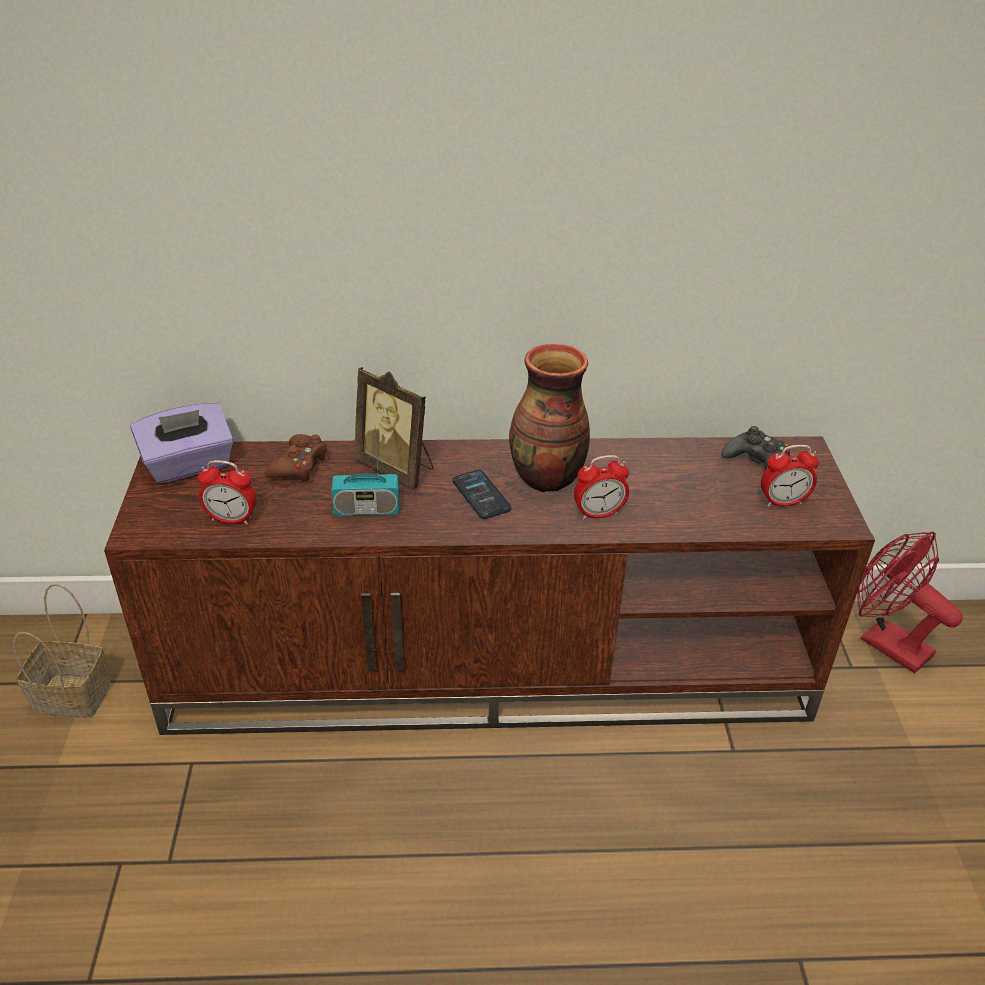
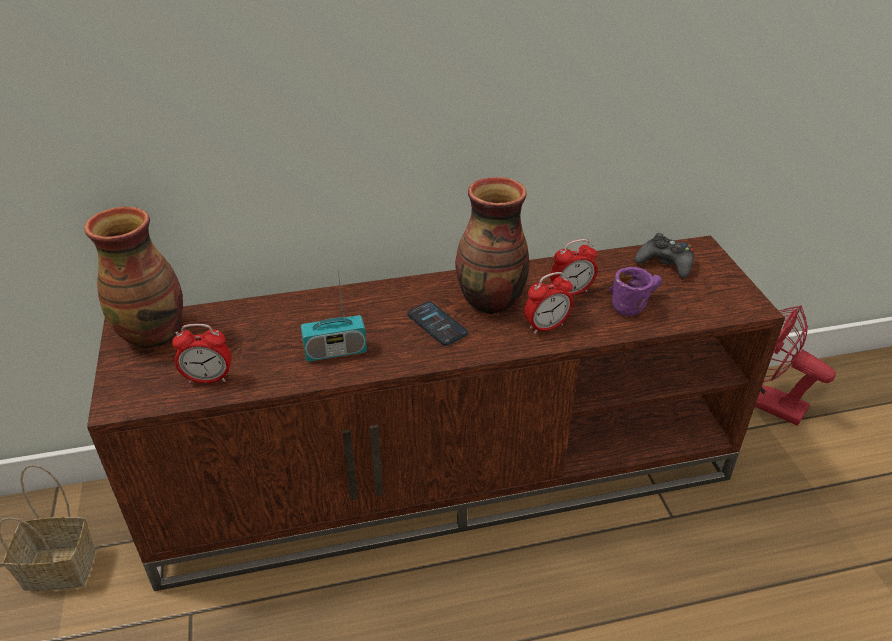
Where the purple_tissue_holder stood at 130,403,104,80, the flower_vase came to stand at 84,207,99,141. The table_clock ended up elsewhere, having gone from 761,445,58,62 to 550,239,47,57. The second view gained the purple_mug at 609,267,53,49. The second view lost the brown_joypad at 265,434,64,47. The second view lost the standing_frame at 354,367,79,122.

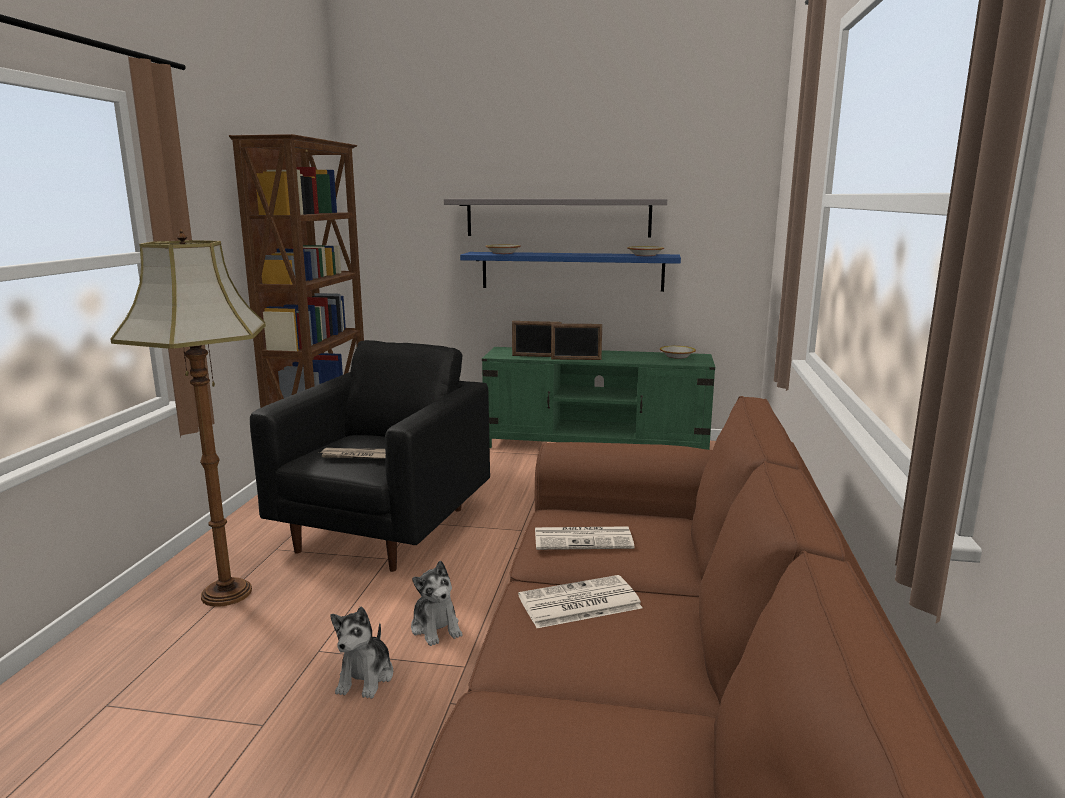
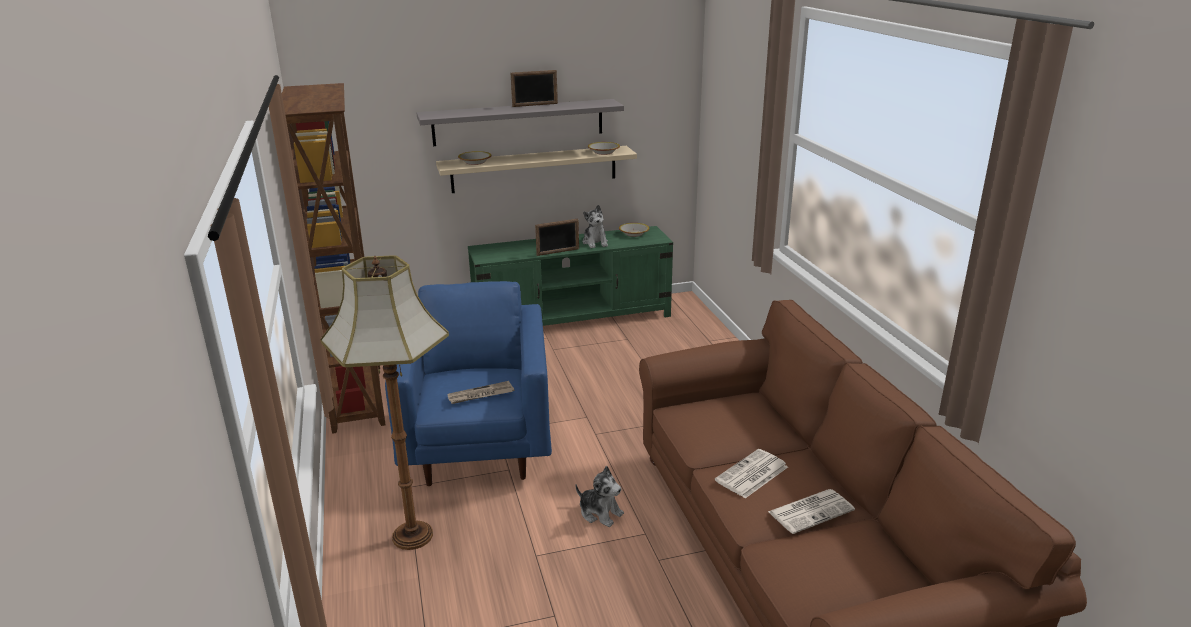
What was the black_armchair at 250,340,240,232 turned into the bluish_armchair at 385,281,167,205. What was the bluish_wall_shelf at 460,252,221,40 turned into the beige_wall_shelf at 436,146,201,47. The standing_frame ended up elsewhere, having gone from 512,321,50,36 to 511,70,47,37. The soft_toy ended up elsewhere, having gone from 331,607,62,92 to 582,205,26,43. The newspaper ended up elsewhere, having gone from 535,526,99,24 to 768,489,87,45.

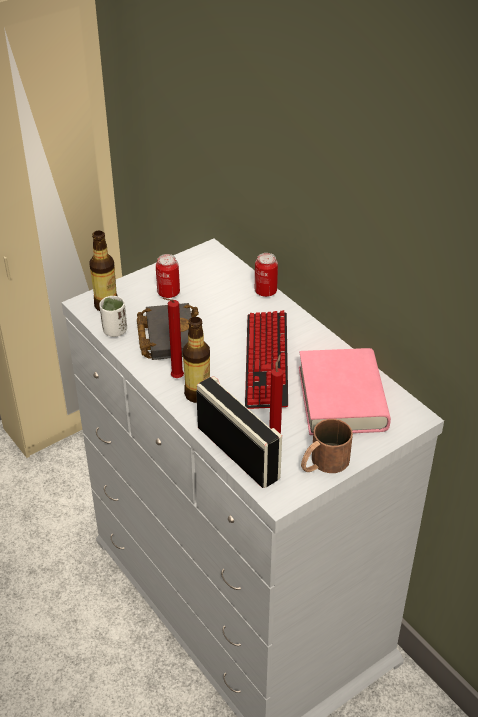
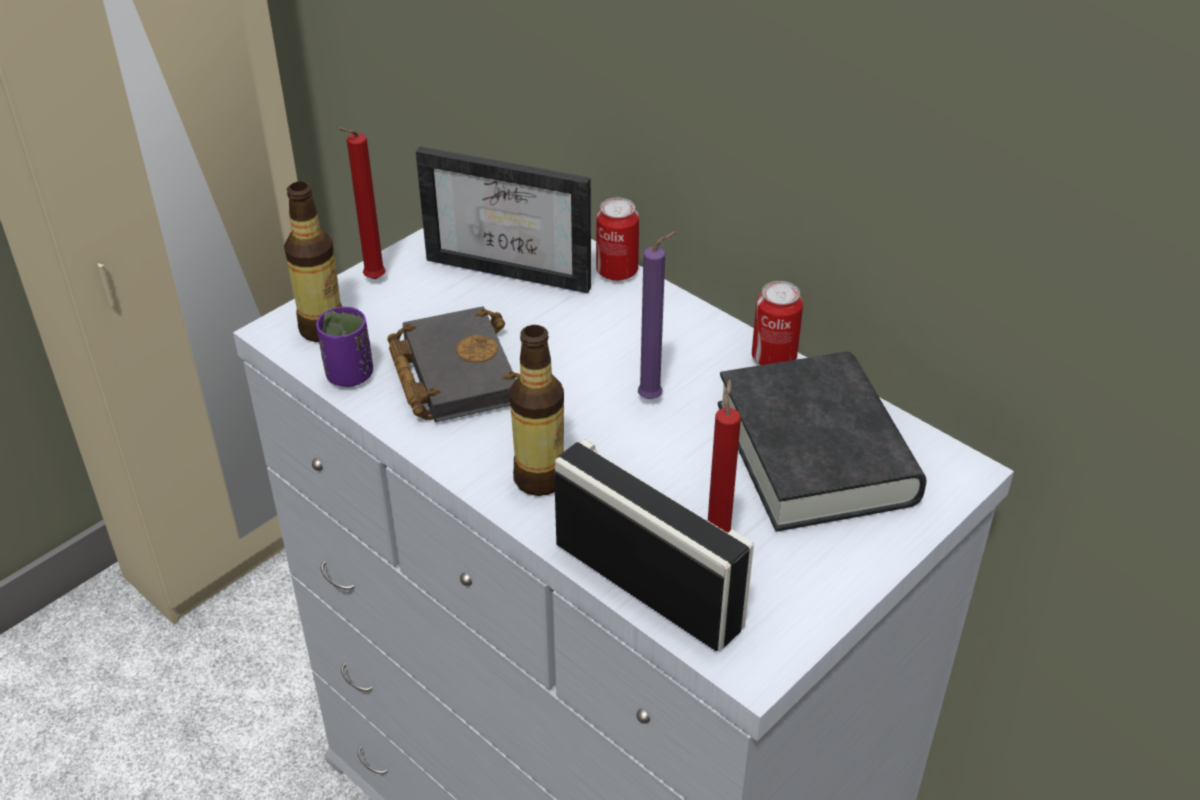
What was the whitish_cup at 99,296,28,41 turned into the purple_cup at 316,306,57,81. The red-coloured_wax_light ended up elsewhere, having gone from 162,298,22,80 to 337,127,49,152. The second view gained the standing_frame at 416,146,175,147. Where the keyboard stood at 245,310,43,99, the purple_wax_light came to stand at 638,231,40,168. What was the pinkish_book at 299,348,92,87 turned into the black_book at 718,352,208,180. The can ended up elsewhere, having gone from 156,254,24,44 to 752,281,51,84. The second view lost the brown_mug at 301,419,52,54.

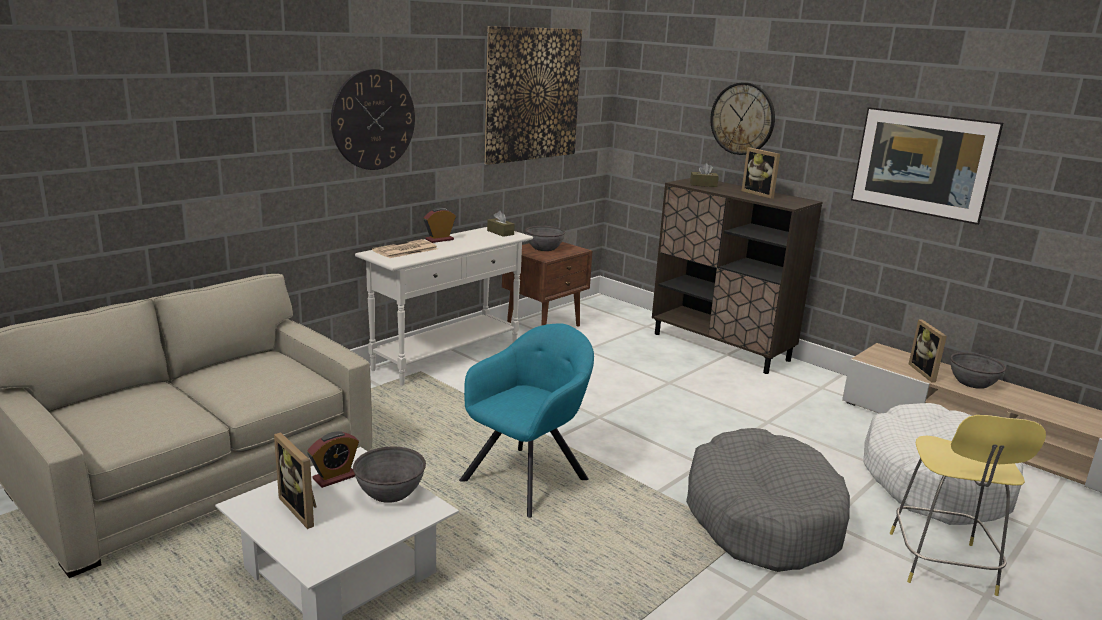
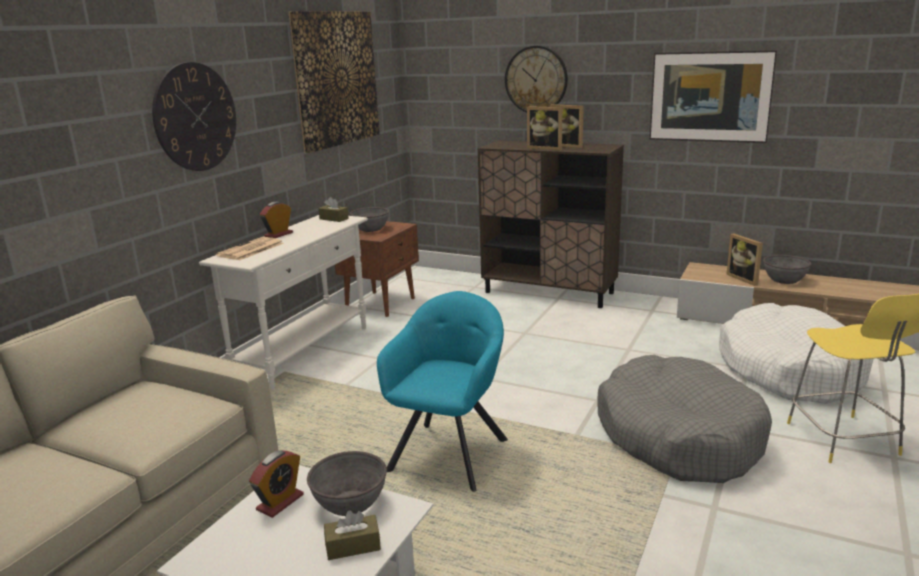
The brown_tissue_holder ended up elsewhere, having gone from 690,163,29,24 to 324,510,57,50. The standing_frame ended up elsewhere, having gone from 274,432,42,97 to 527,106,36,44.

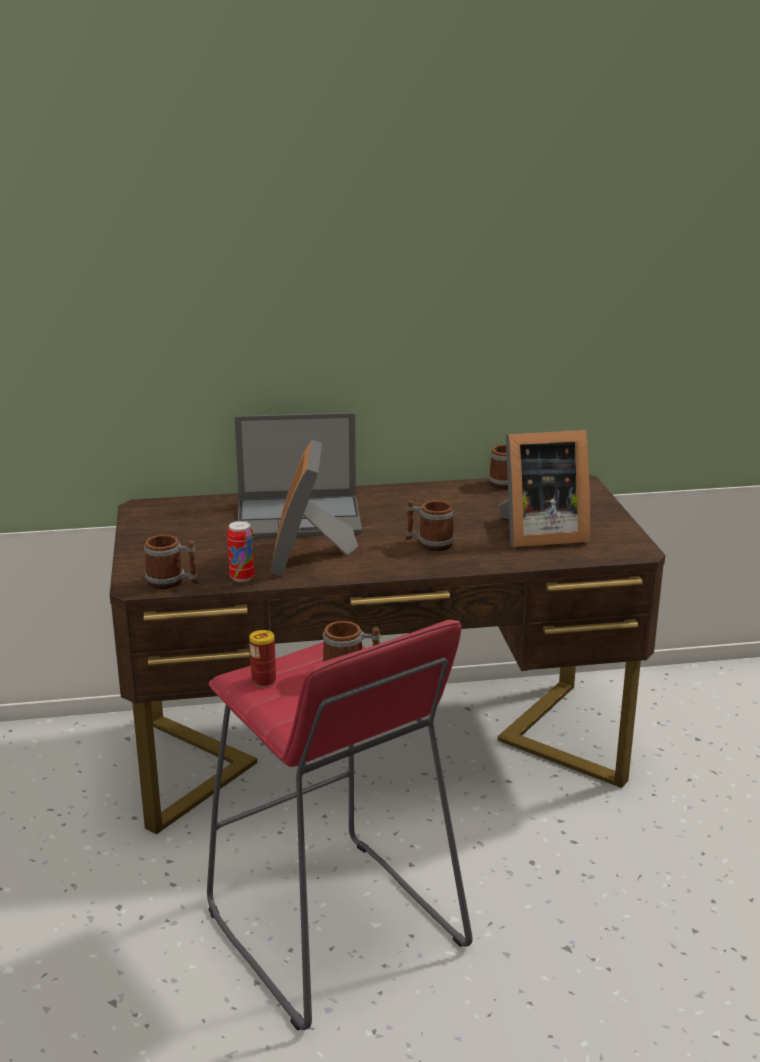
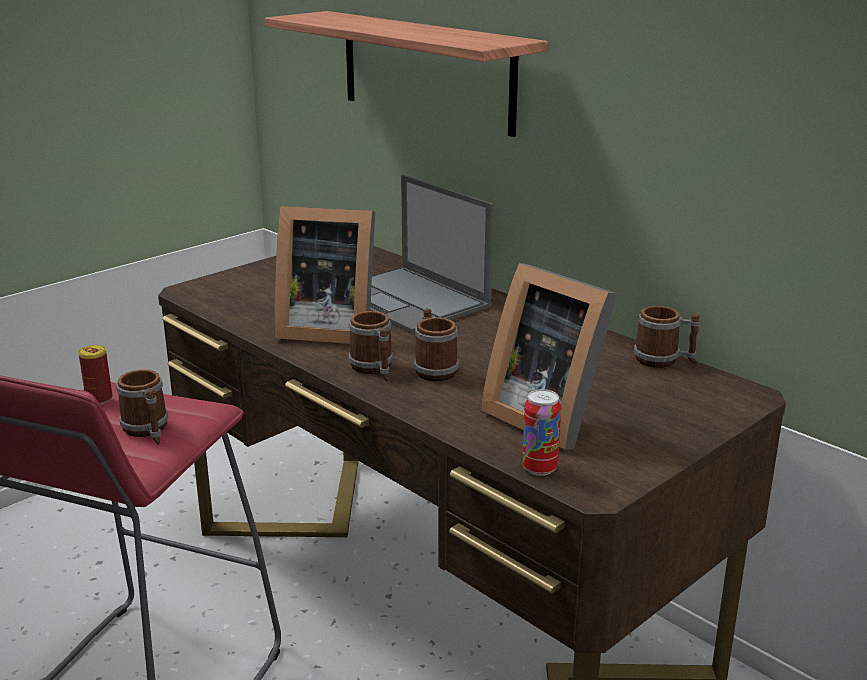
The second view gained the wall_shelf at 265,11,282,126. The standing_frame at 271,440,87,136 ended up facing another way, 135 degrees counterclockwise from before. The mug ended up elsewhere, having gone from 144,535,55,54 to 348,311,45,70. The can ended up elsewhere, having gone from 227,521,28,61 to 522,389,39,87.

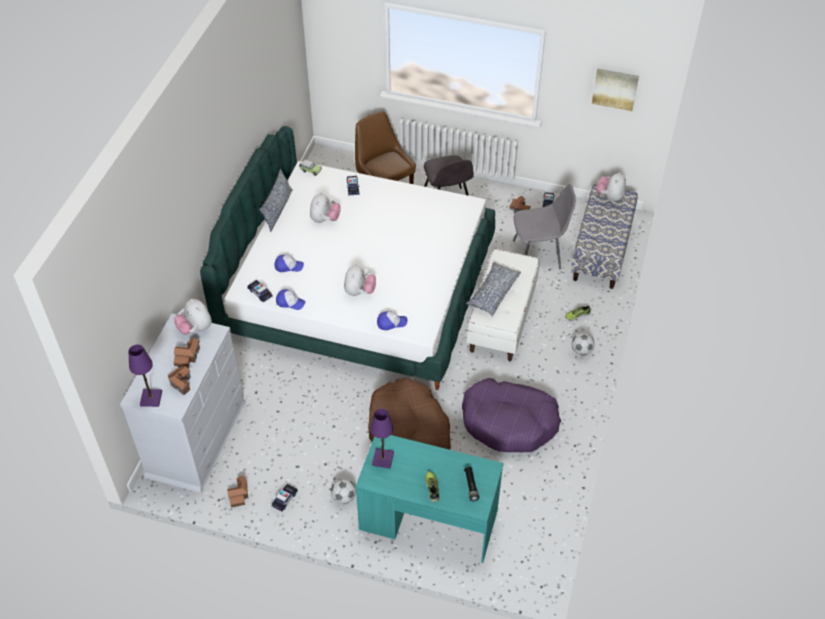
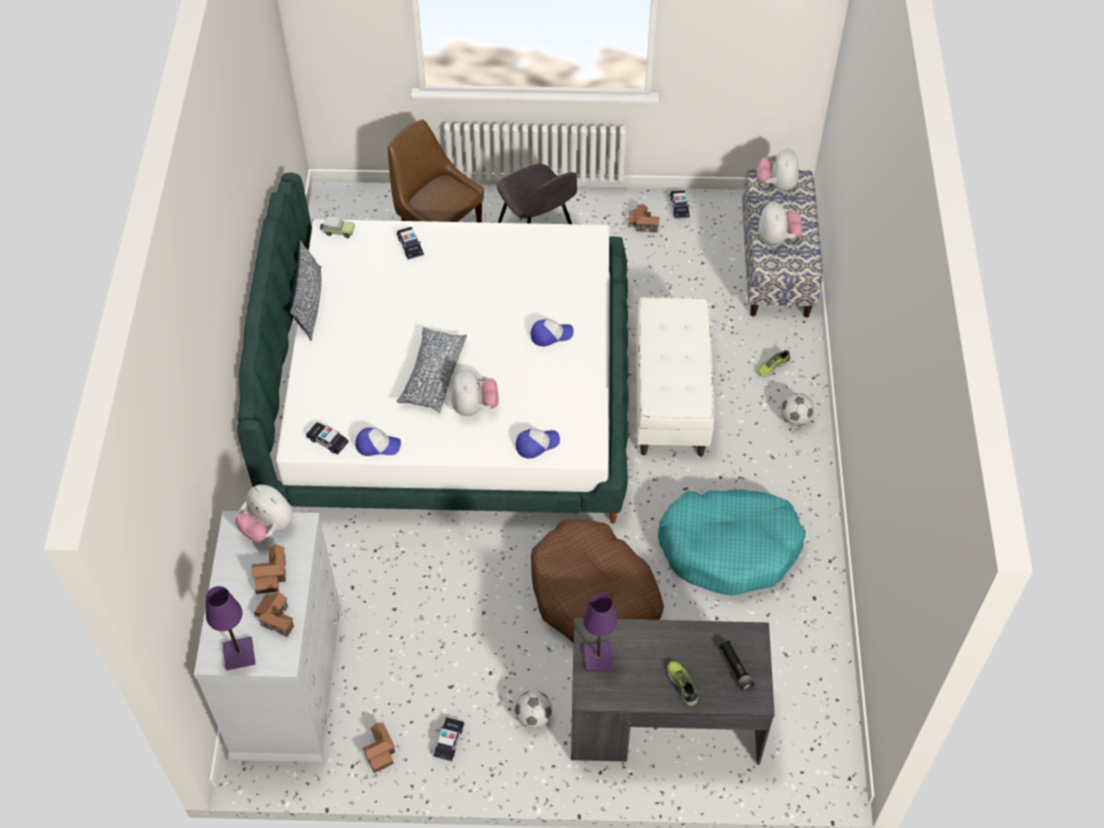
The pillow ended up elsewhere, having gone from 466,262,55,54 to 396,327,71,86. The peaked_cap ended up elsewhere, having gone from 274,255,30,17 to 530,318,44,28. What was the turquoise_desk_unit at 355,435,149,128 turned into the greyish_desk_unit at 571,618,204,147. What was the purple_pet_bed at 462,378,99,74 turned into the turquoise_pet_bed at 658,490,148,106. The soft_toy ended up elsewhere, having gone from 310,193,30,30 to 758,201,44,44. The second view lost the greyish_chair at 513,184,63,85. The second view lost the wall_art at 592,69,47,42.

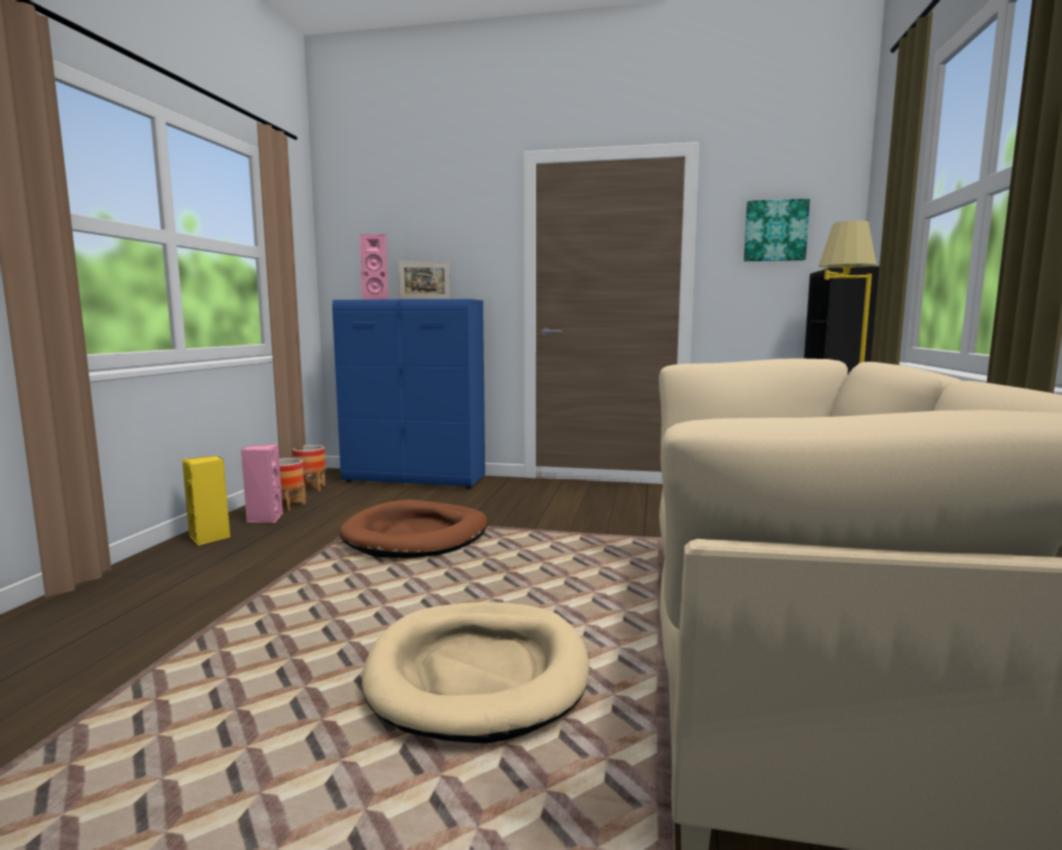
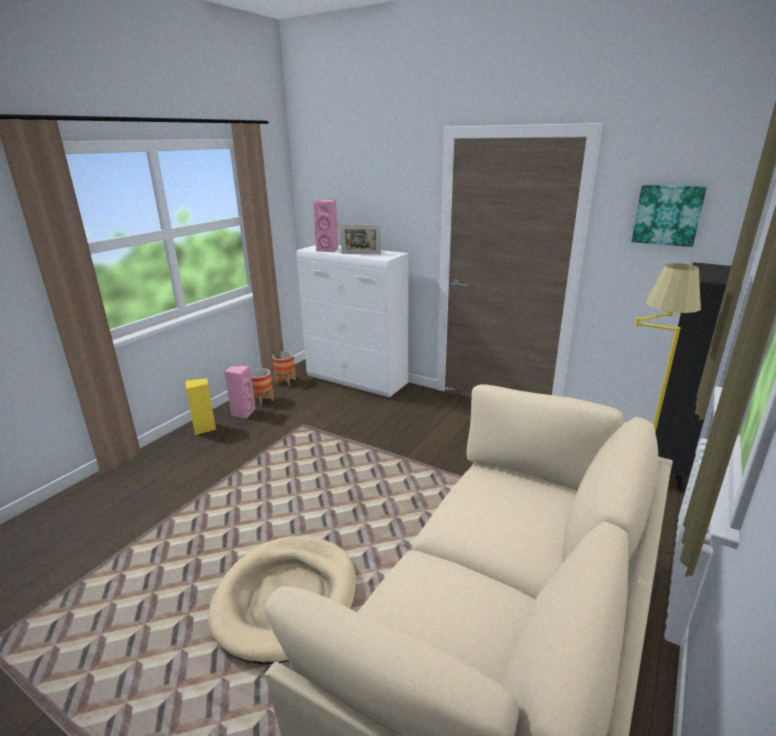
What was the bluish_cabinet at 332,299,153,189 turned into the whitish_cabinet at 297,245,112,153. The second view lost the brown_pet_bed at 339,500,149,58.

